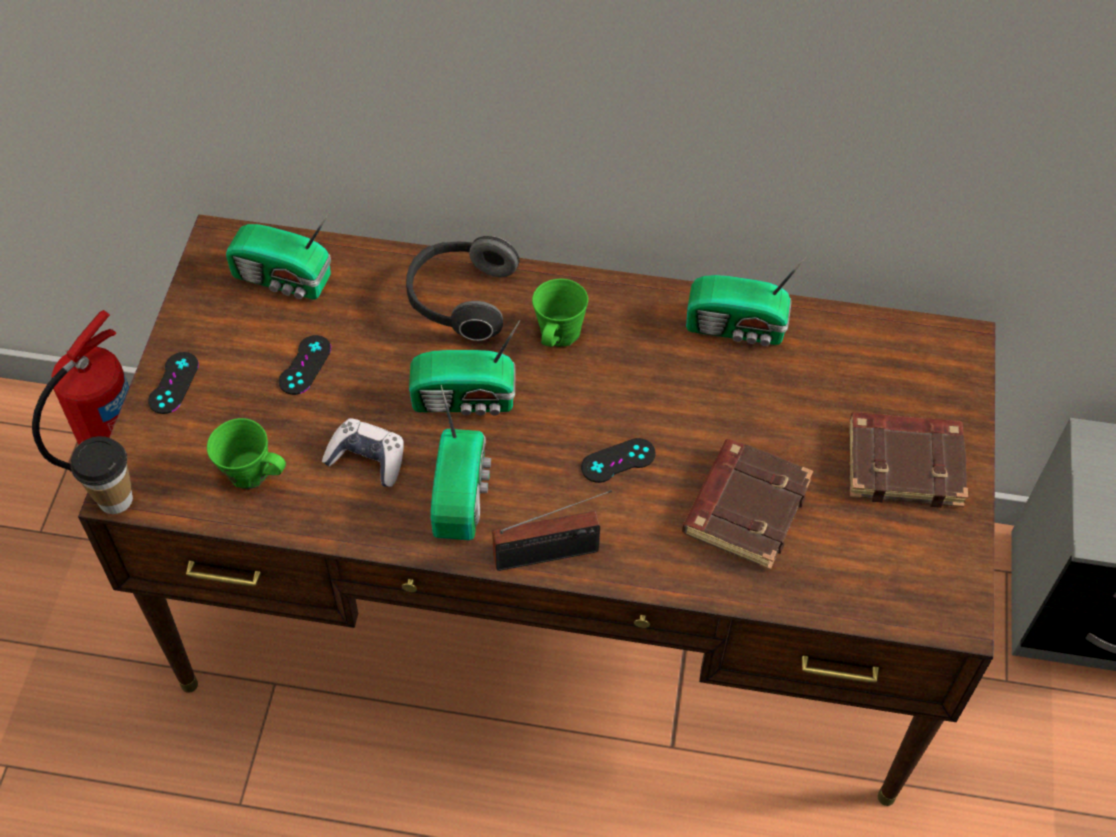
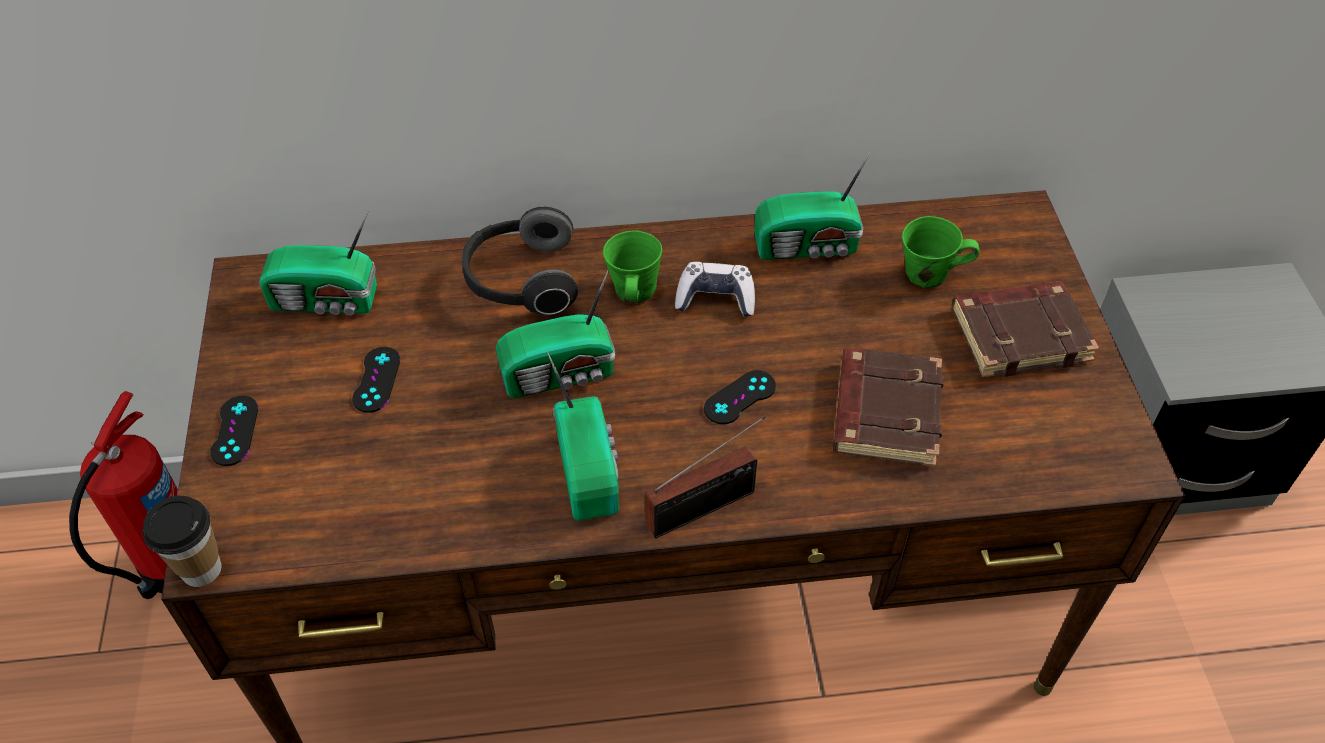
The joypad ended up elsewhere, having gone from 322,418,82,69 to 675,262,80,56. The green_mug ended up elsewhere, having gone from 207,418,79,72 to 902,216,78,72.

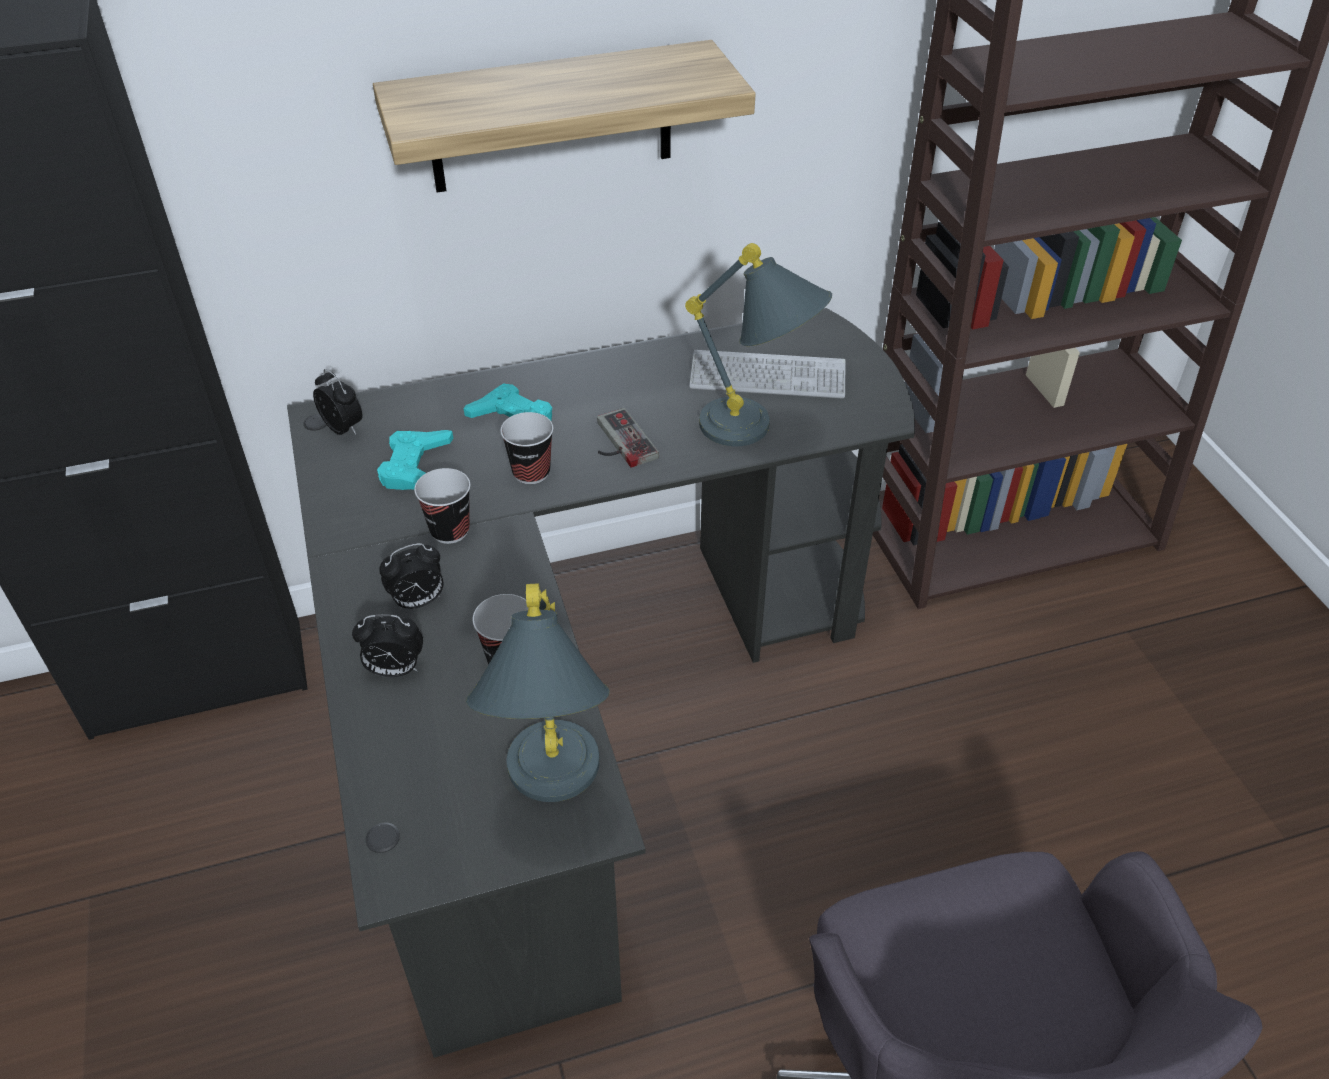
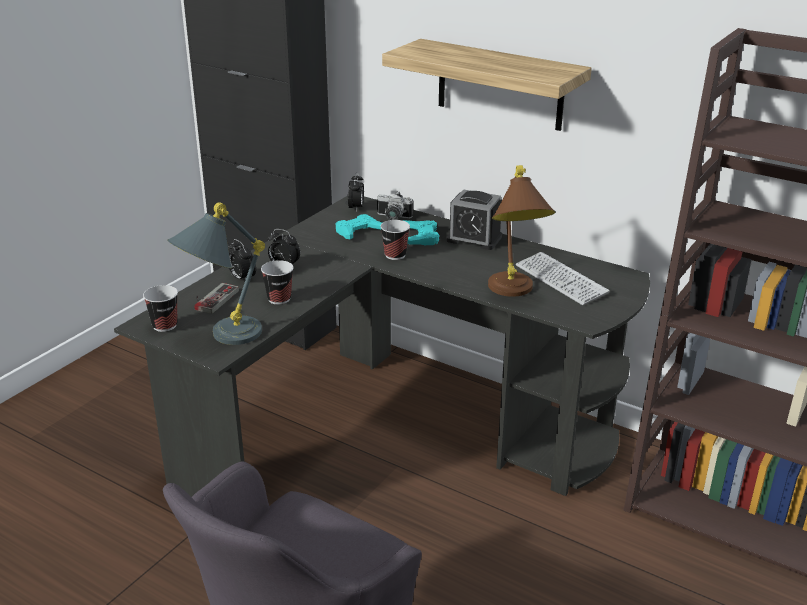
The cup ended up elsewhere, having gone from 414,468,56,76 to 143,285,35,47. The joypad ended up elsewhere, having gone from 597,408,62,60 to 194,283,45,31. The second view gained the photo_camera at 377,192,36,28. The second view gained the table_clock at 447,189,55,61. What was the greyish_lamp_for_a_table at 685,243,147,203 turned into the brown_lamp_for_a_table at 488,165,68,132.

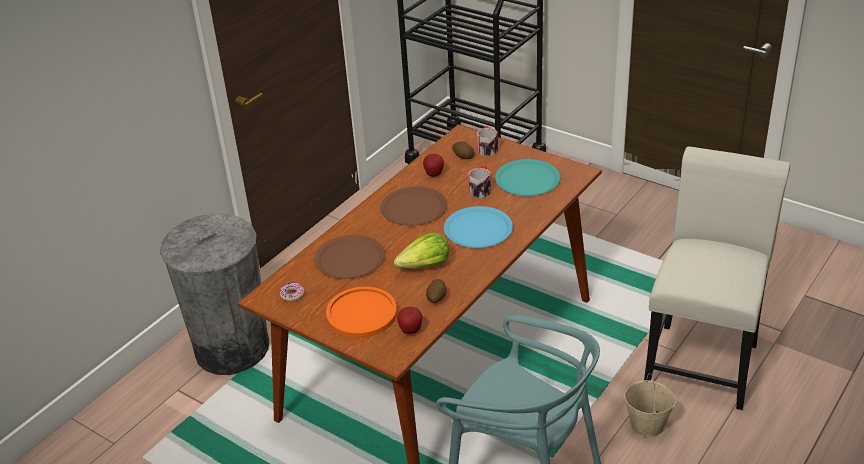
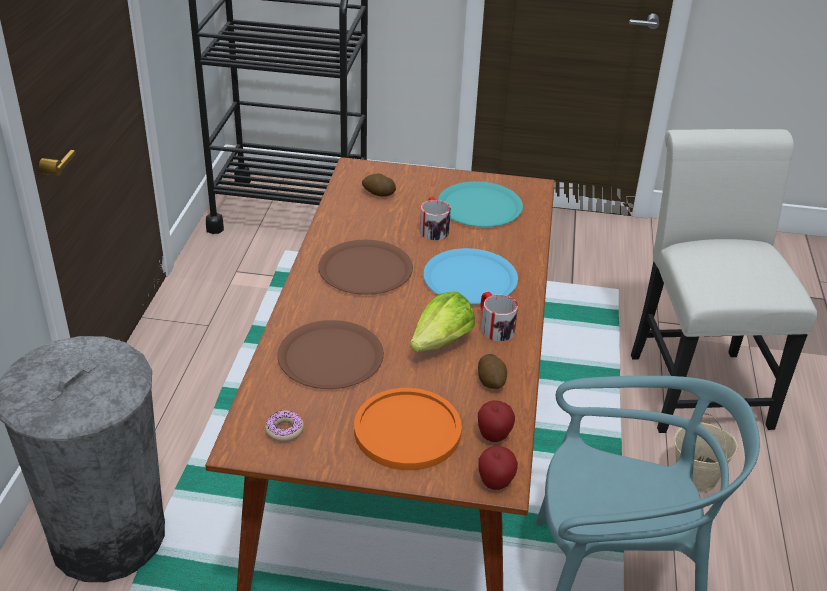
The whole_apple ended up elsewhere, having gone from 423,154,21,23 to 478,446,40,44. The mug ended up elsewhere, having gone from 477,126,21,30 to 481,292,37,49.

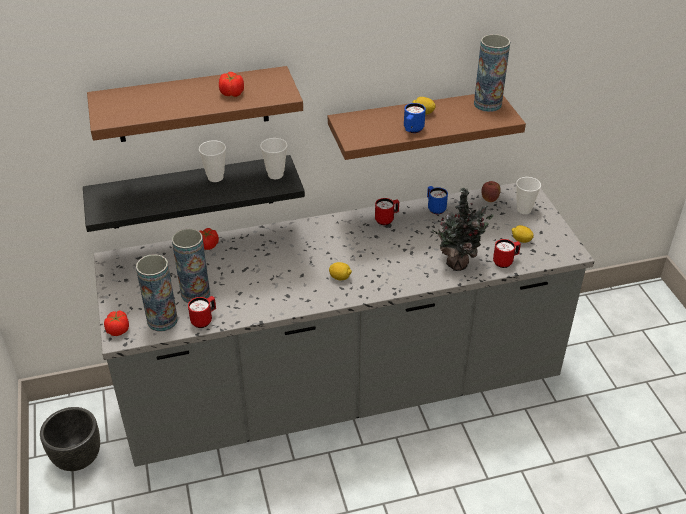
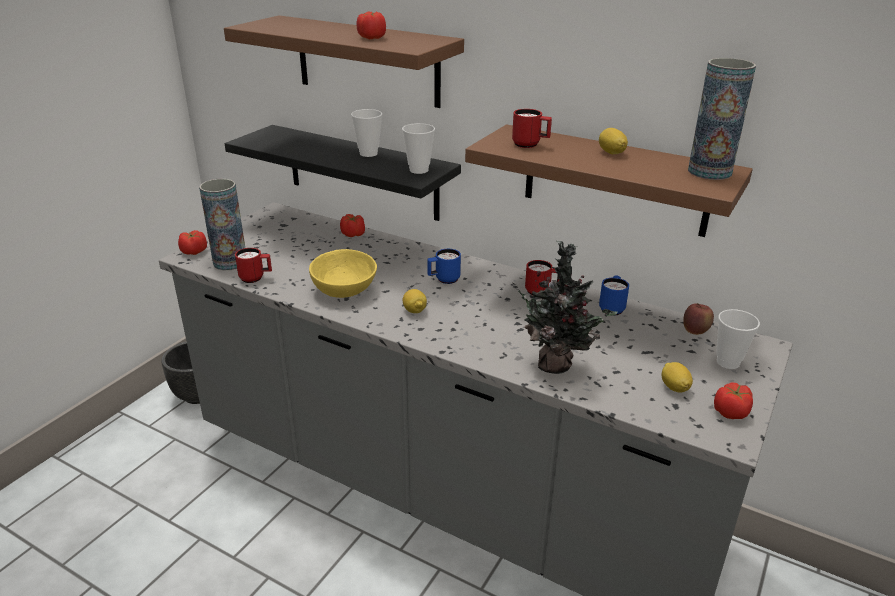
The second view gained the yellow-coloured_bowl at 309,249,68,49. The bluish_mug ended up elsewhere, having gone from 404,103,22,30 to 427,249,34,35. The red-coloured_mug ended up elsewhere, having gone from 493,239,28,29 to 512,109,40,39. The second view gained the fresh_tomato at 714,382,39,37. The second view lost the flower_vase at 172,229,38,74.

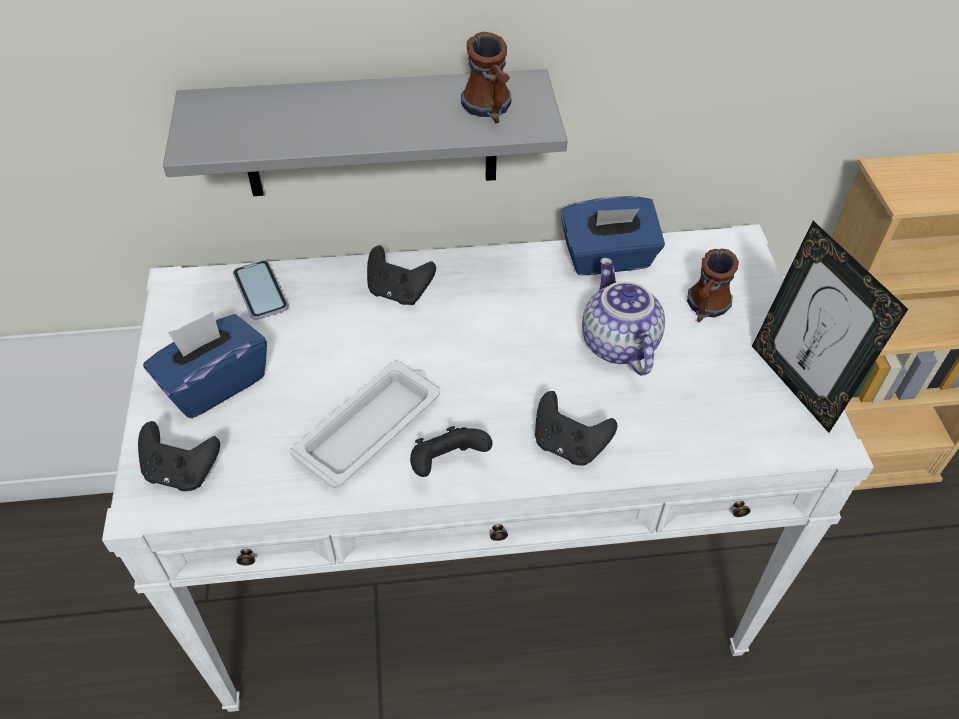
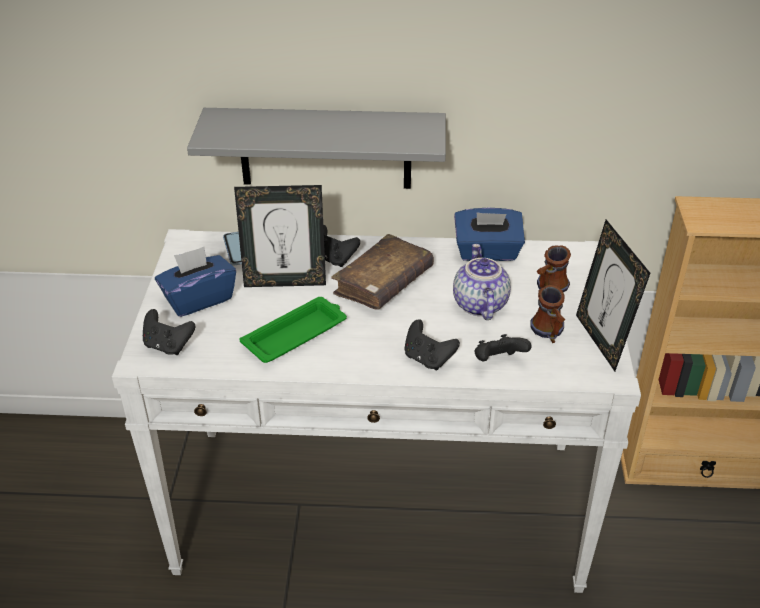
The second view gained the standing_frame at 234,185,92,102. What was the whitish_carrying_tray at 290,362,150,126 turned into the green_carrying_tray at 239,297,108,66. The second view gained the brown_book at 331,234,103,75. The black_joypad ended up elsewhere, having gone from 410,426,83,51 to 475,334,57,27. The mug ended up elsewhere, having gone from 461,32,51,91 to 530,285,35,58.

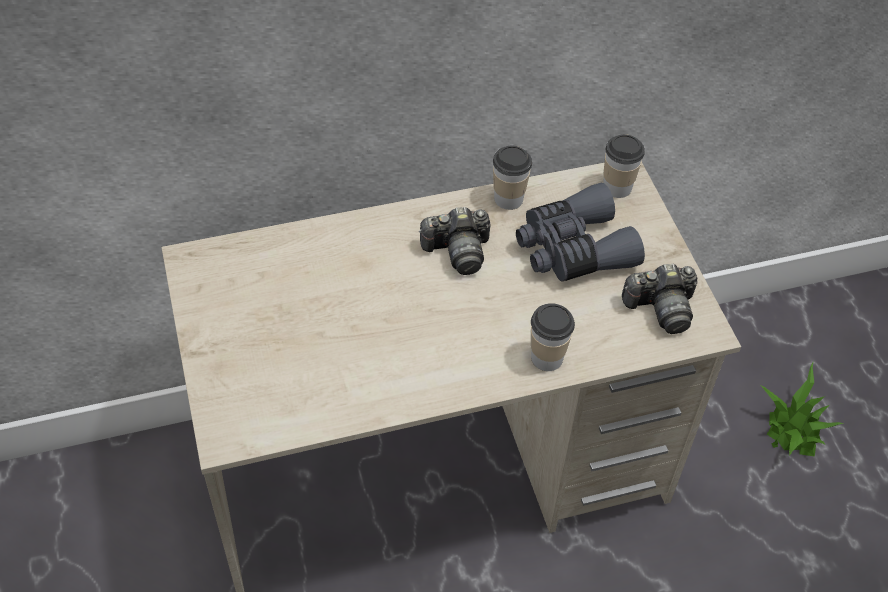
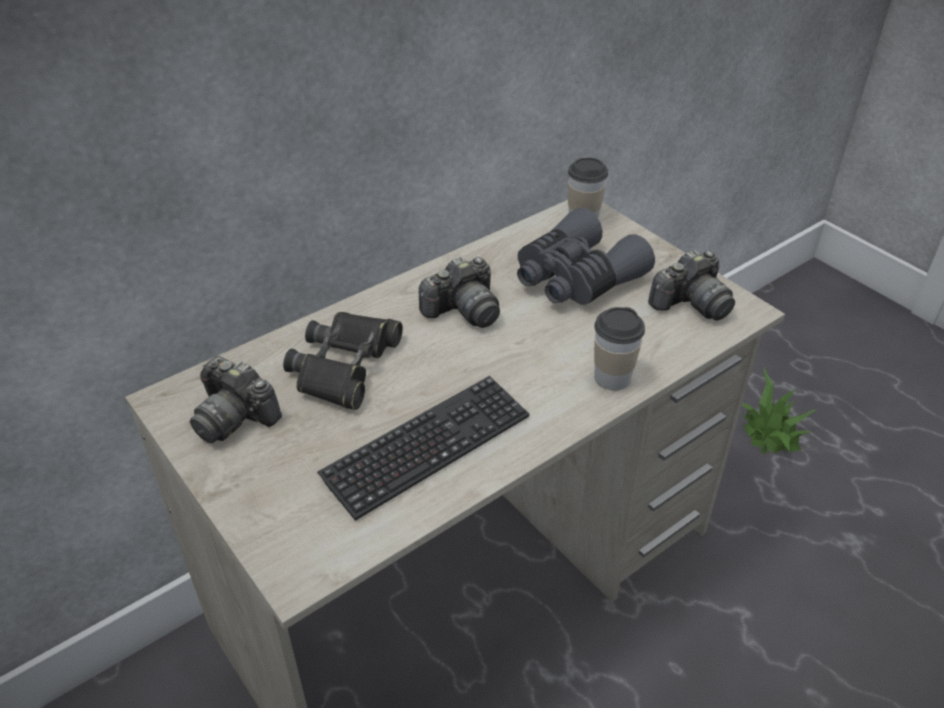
The second view gained the photo_camera at 190,356,92,87. The second view gained the black_field_glasses at 283,312,120,98. The second view gained the keyboard at 317,376,212,145. The second view lost the cup at 493,146,39,64.

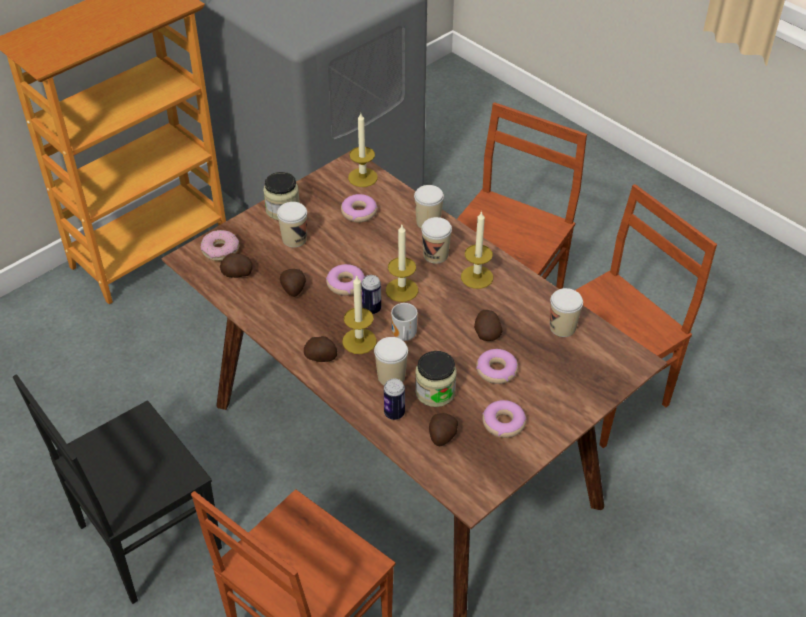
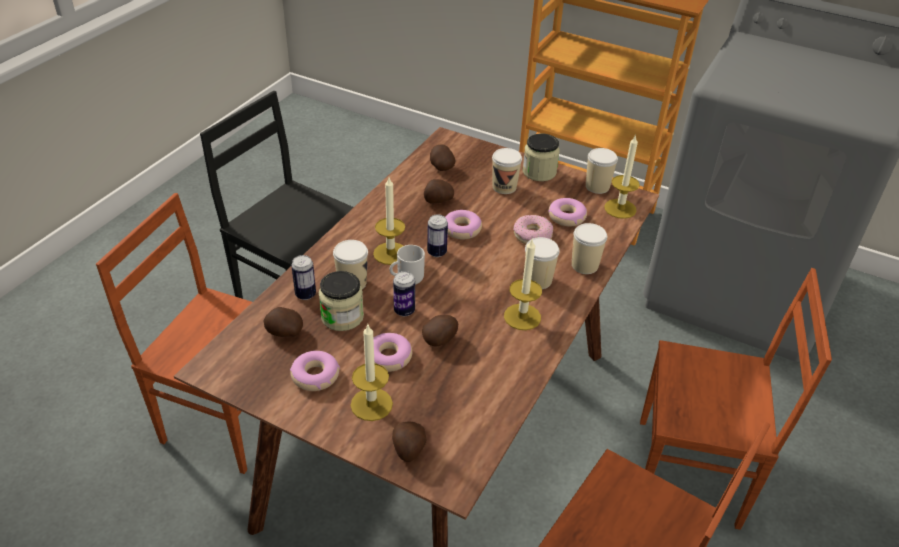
The wax_light ended up elsewhere, having gone from 386,225,32,77 to 351,323,42,98. The whole_potato ended up elsewhere, having gone from 304,336,33,26 to 392,421,34,41. The second view gained the can at 393,271,22,45. The donut ended up elsewhere, having gone from 201,230,38,31 to 513,215,40,29. The cup ended up elsewhere, having gone from 550,288,33,49 to 586,148,32,46.

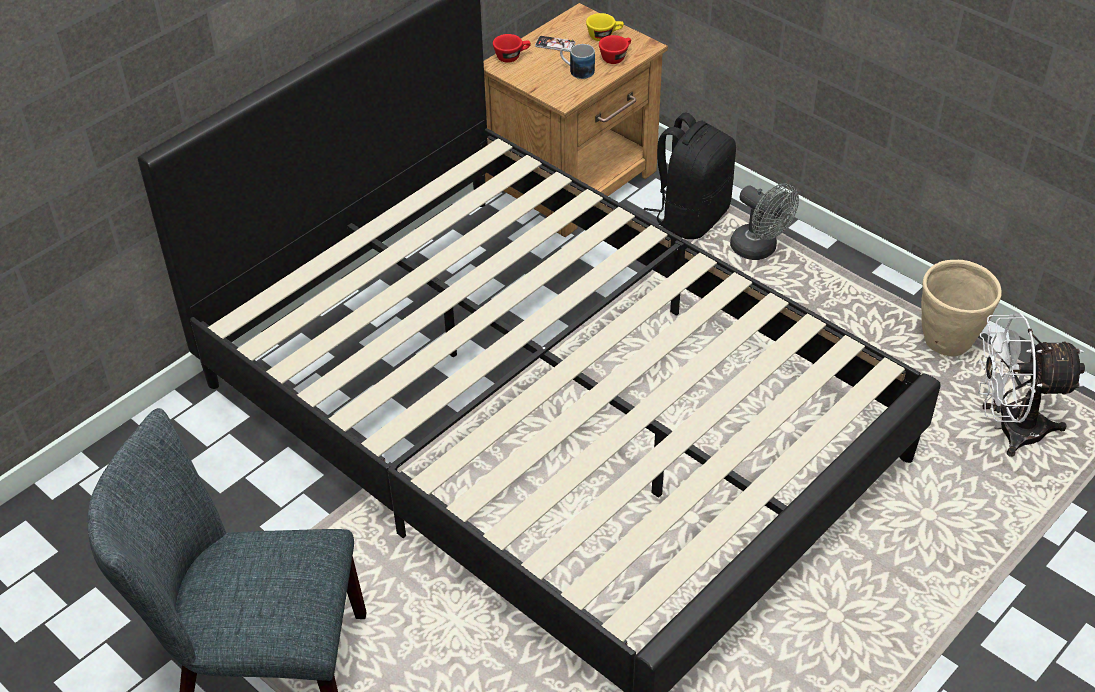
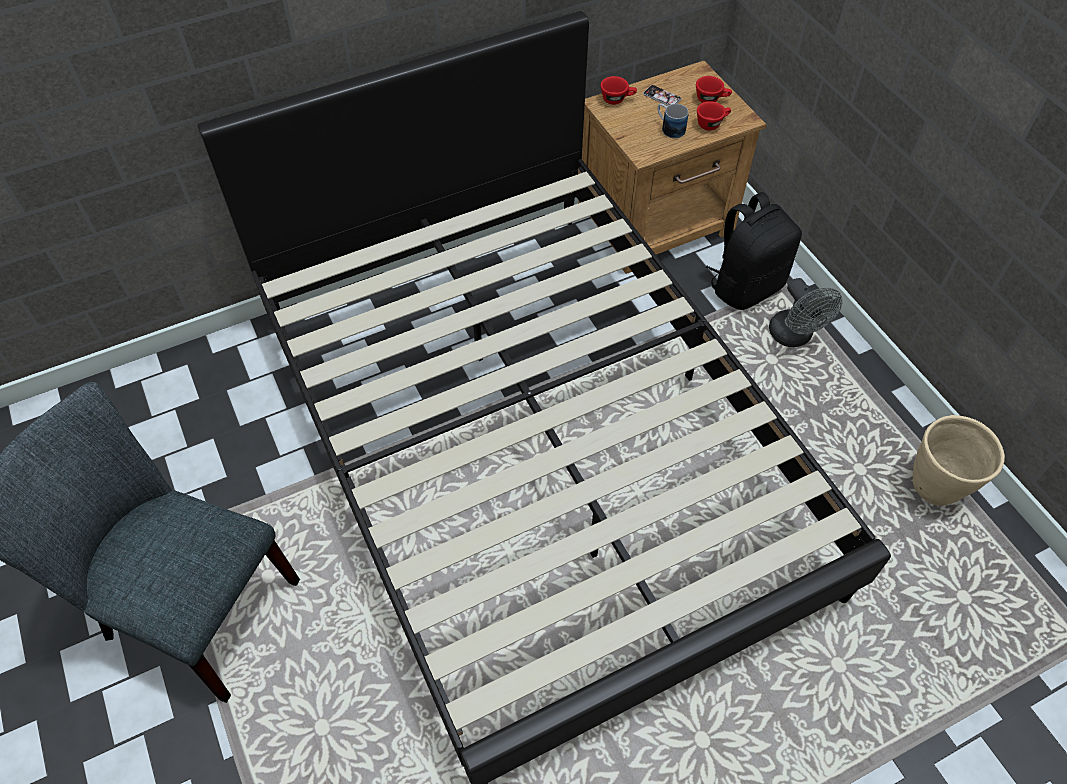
What was the yellow-coloured_cup at 586,13,38,28 turned into the red-coloured_cup at 696,76,36,27. The second view lost the whitish_fan at 976,313,109,144.

